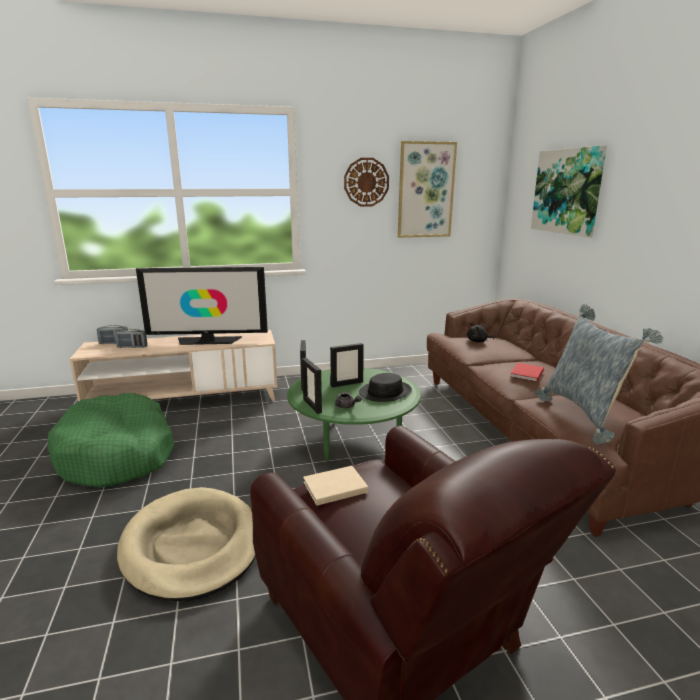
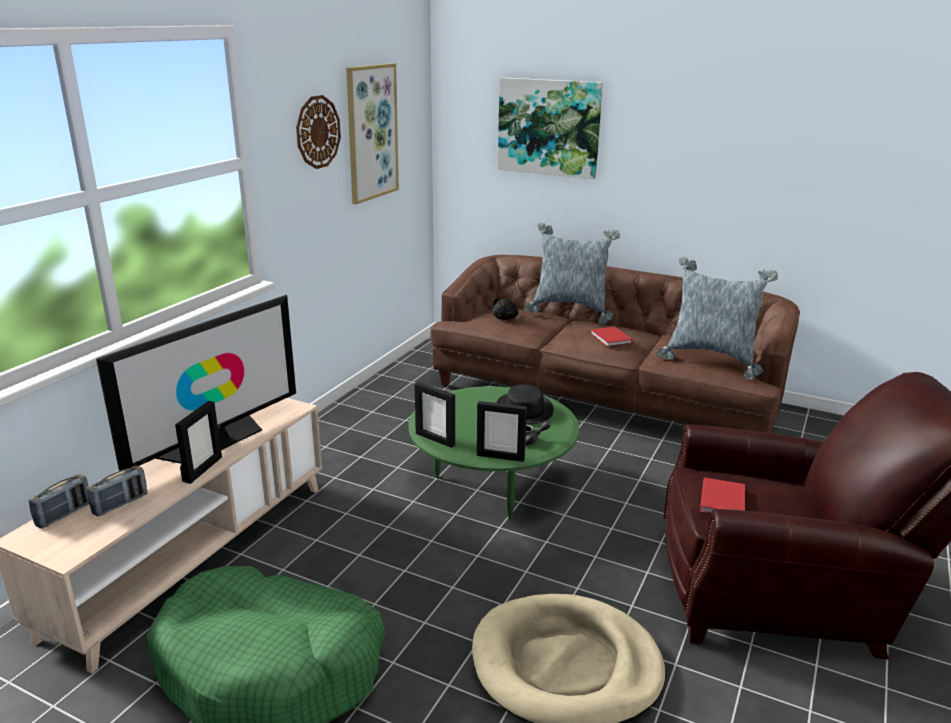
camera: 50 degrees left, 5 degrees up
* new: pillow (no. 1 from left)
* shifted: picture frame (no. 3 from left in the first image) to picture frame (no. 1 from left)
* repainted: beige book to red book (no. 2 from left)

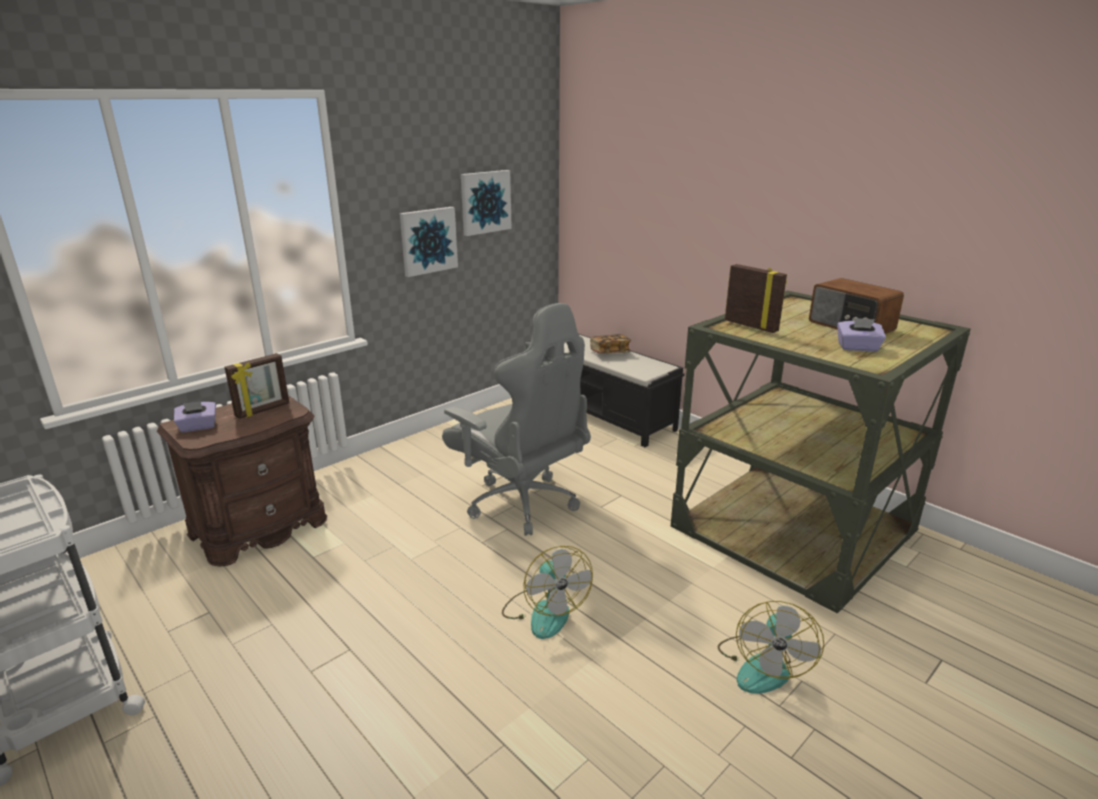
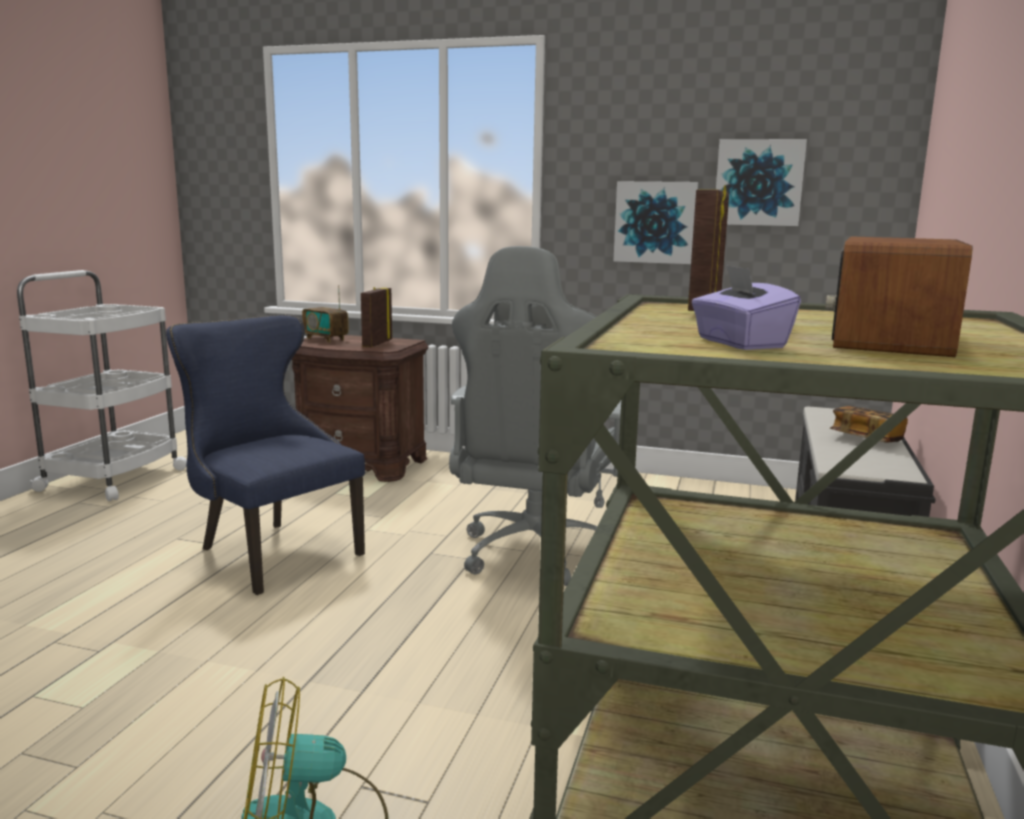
camera: 60 degrees right, 10 degrees down
* gone: fan (no. 1 from left)
* new: blue chair
* swapped: purple tissue box (no. 1 from left) to radio (no. 1 from left)
* rotated: picture frame (no. 1 from left) 90 degrees clockwise

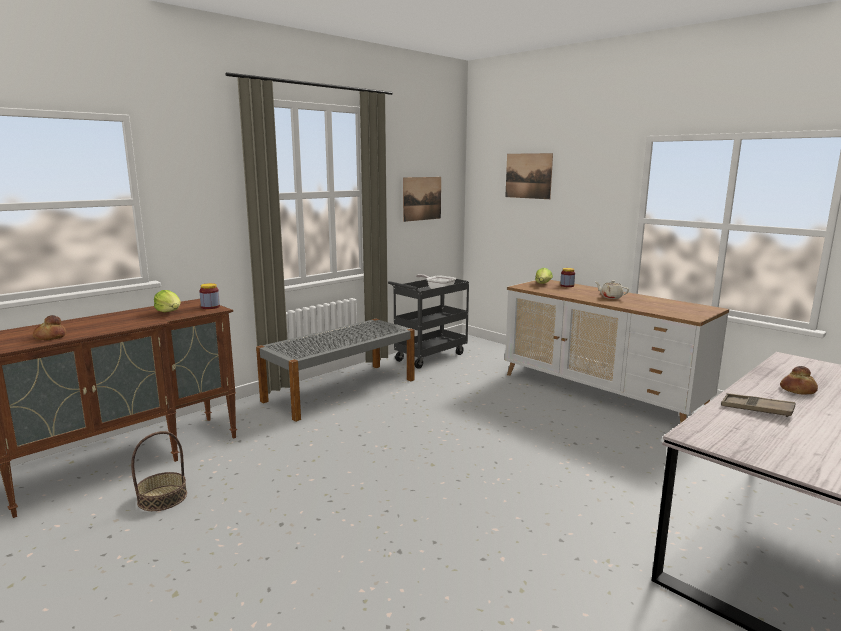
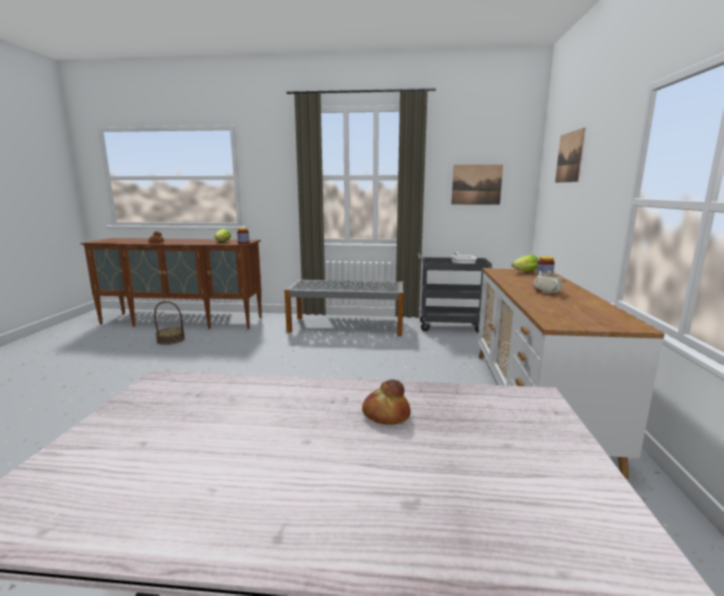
camera: 50 degrees right, 0 degrees up
* gone: brown tray

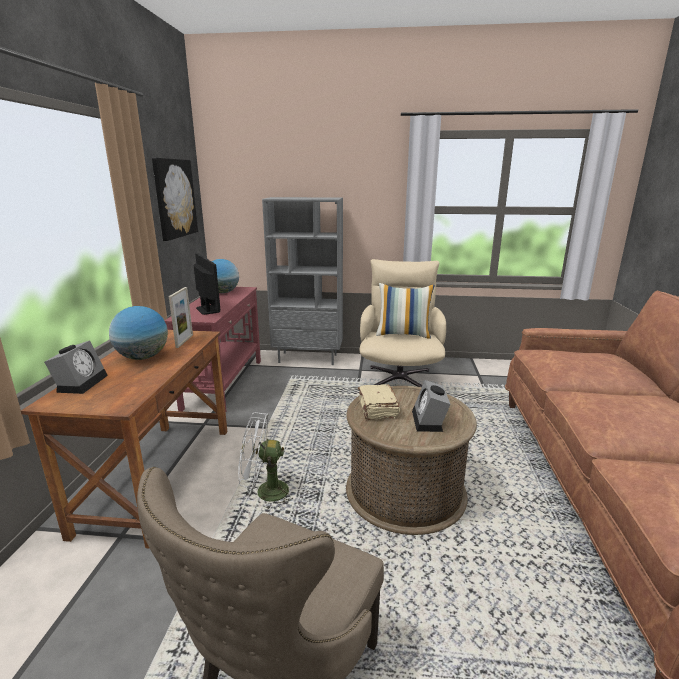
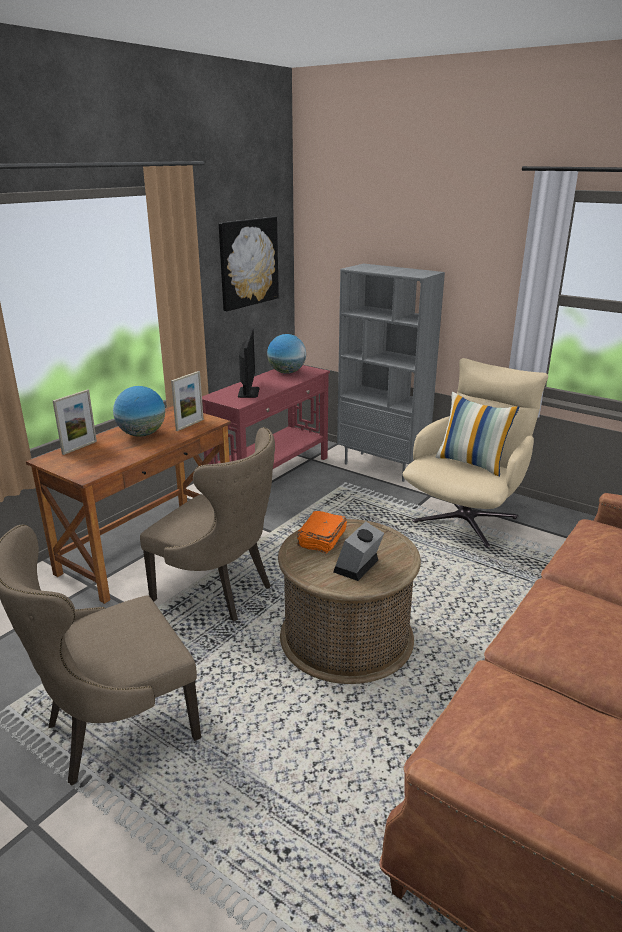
camera: 30 degrees right, 5 degrees up
* swapped: alarm clock (no. 1 from left) to picture frame (no. 1 from left)
* swapped: white fan to beige chair (no. 2 from left)
* repainted: beige book to orange book

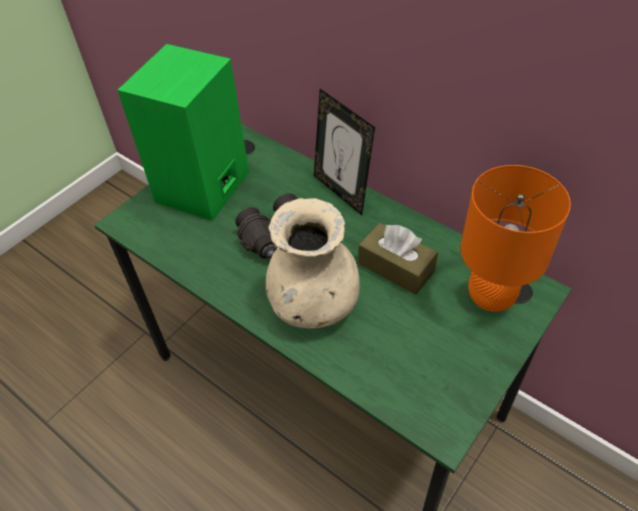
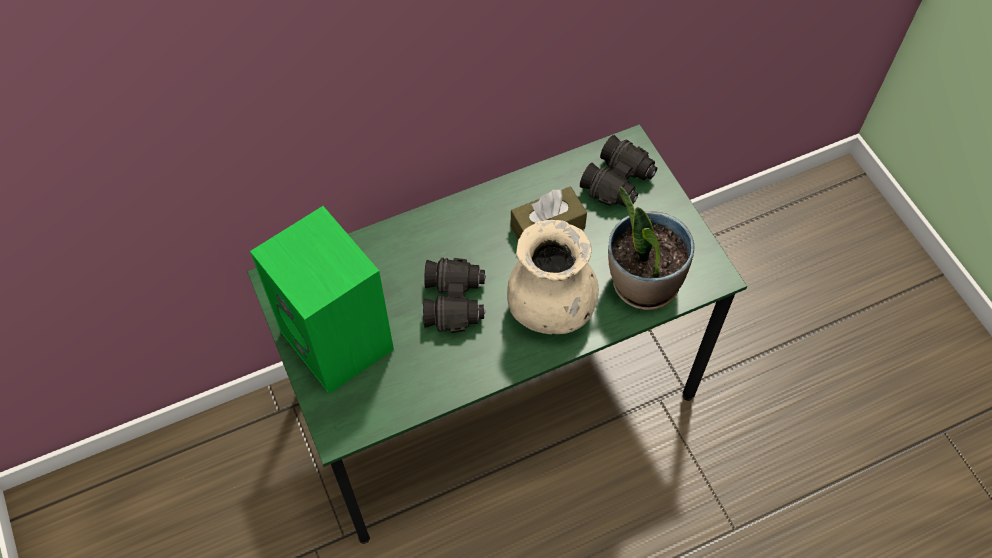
camera: 65 degrees left, 10 degrees up
* gone: picture frame
* new: potted plant
* swapped: orange table lamp to black binoculars (no. 2 from left)

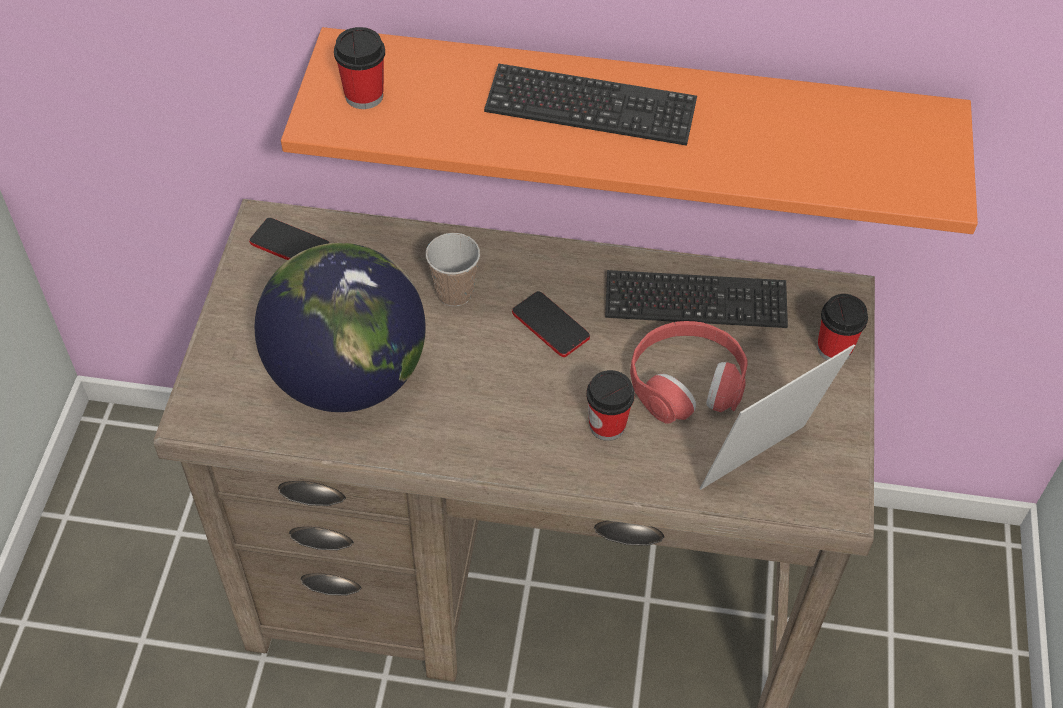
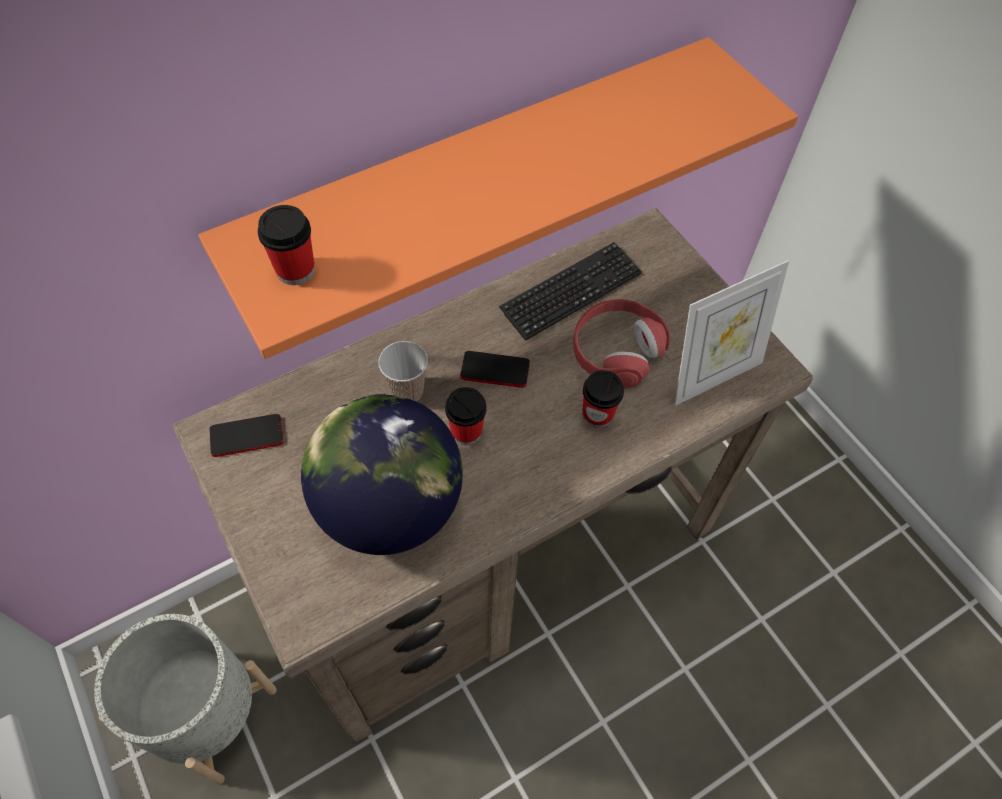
camera: 40 degrees left, 5 degrees up
* gone: keyboard (no. 1 from left)
* new: grey planter
* shifted: cup (no. 4 from left in the first image) to cup (no. 3 from left)
* rotated: picture frame 135 degrees counterclockwise

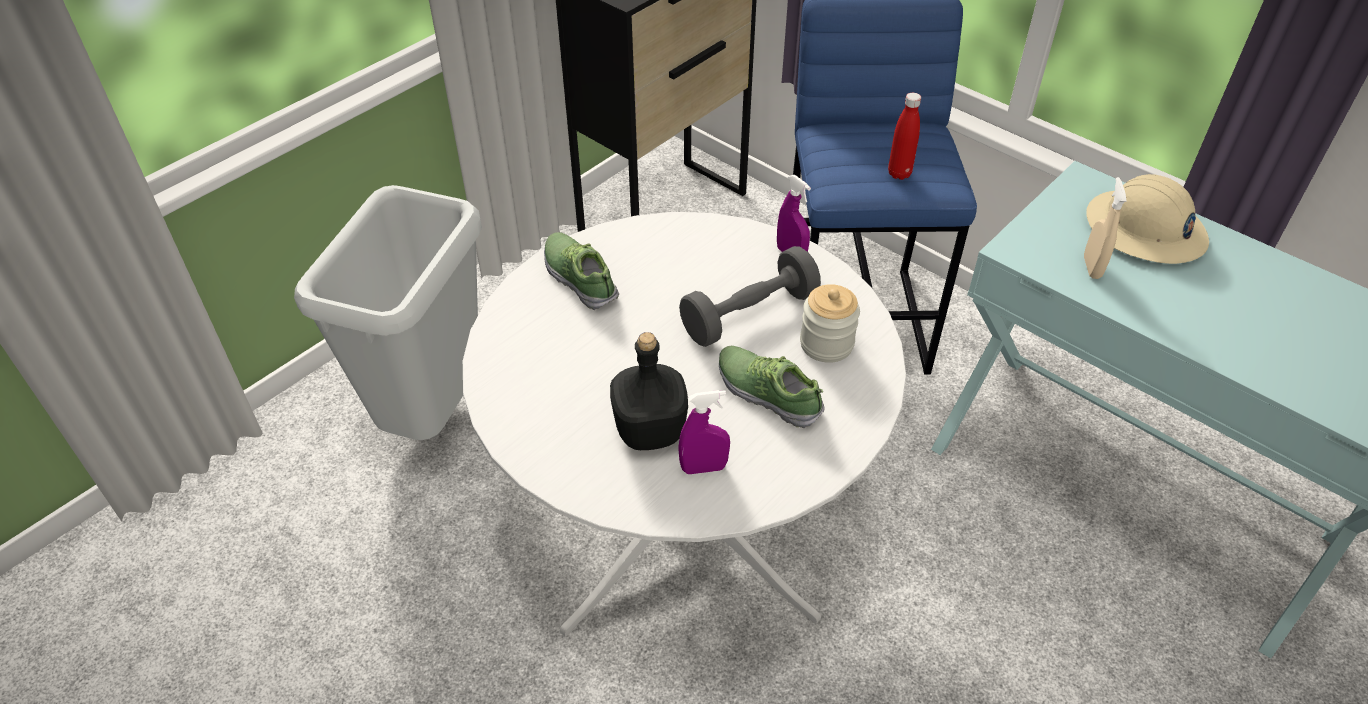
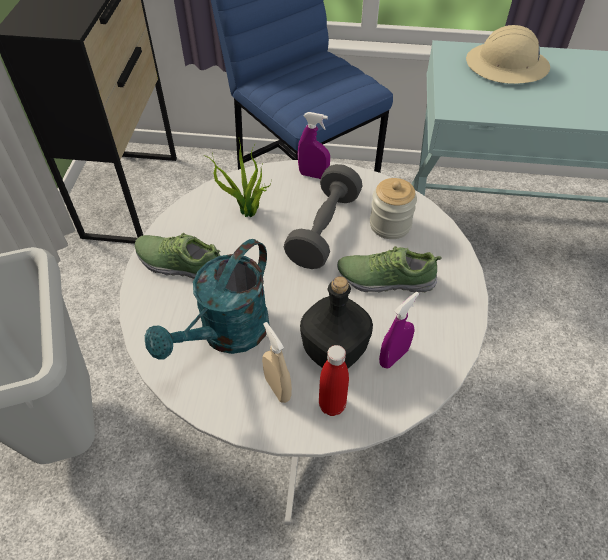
camera: 35 degrees left, 5 degrees up
* new: turquoise watering can
* new: potted plant
* shifted: red bottle
* shifted: beige spray bottle

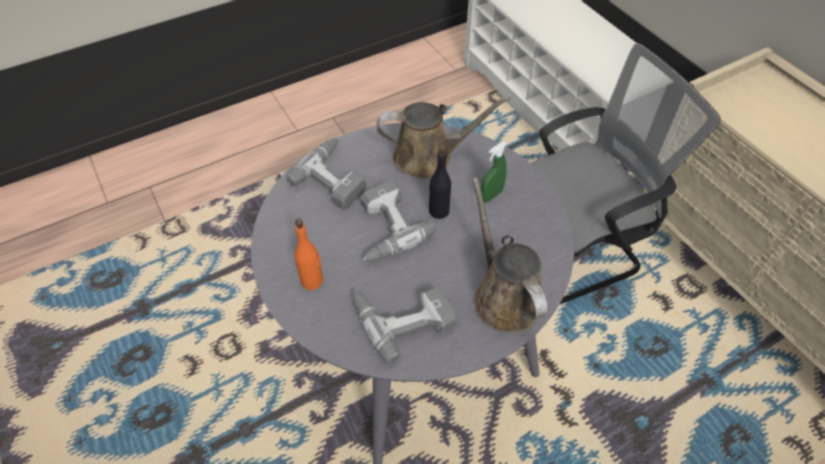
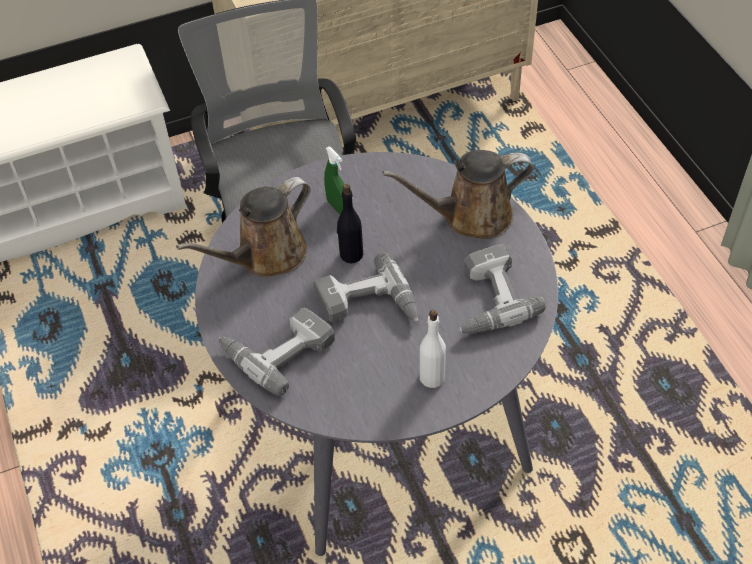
camera: 80 degrees left, 0 degrees up
* repainted: orange bottle to white bottle
* rotated: brown watering can (no. 1 from left) 135 degrees counterclockwise

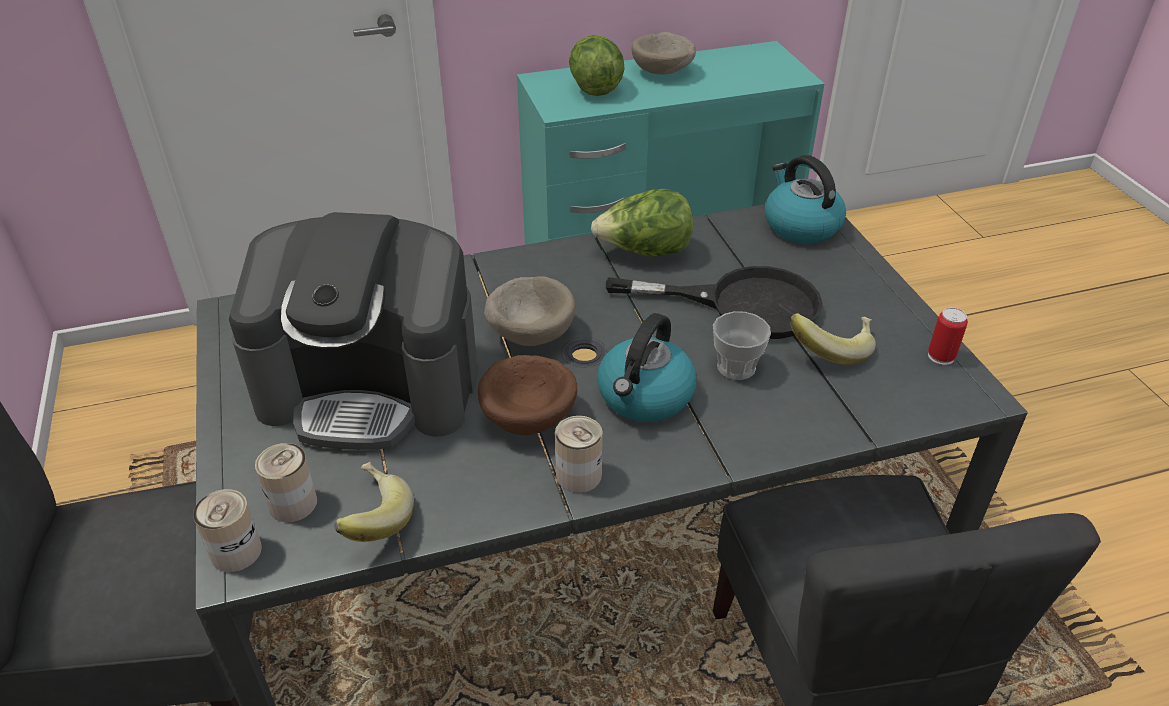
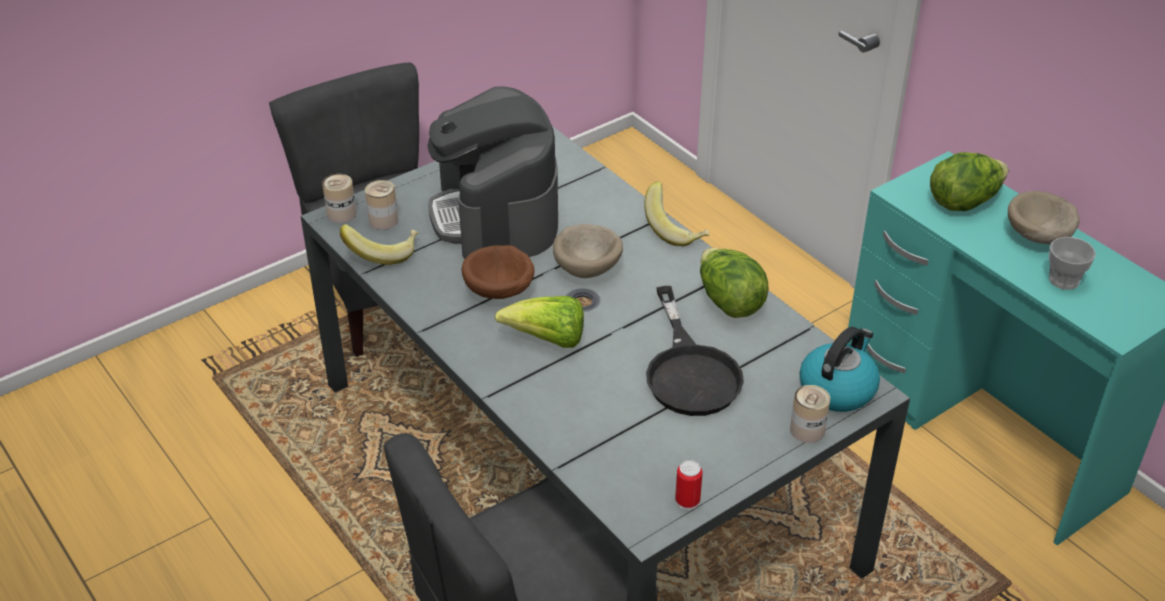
camera: 70 degrees right, 0 degrees up
* shifted: can (no. 3 from left in the first image) to can (no. 4 from left)
* shifted: cup
* shifted: banana (no. 2 from left)
* swapped: kettle (no. 1 from left) to lettuce (no. 1 from left)

